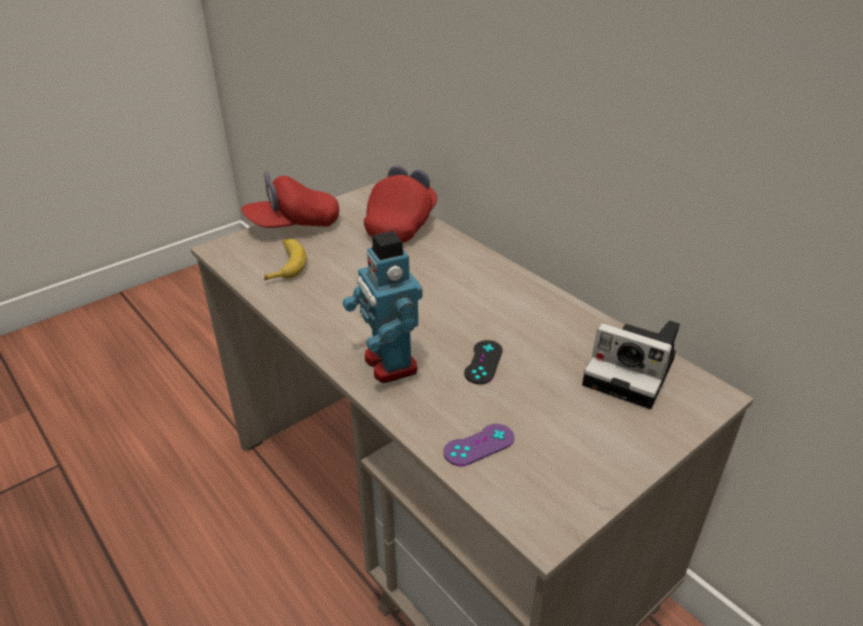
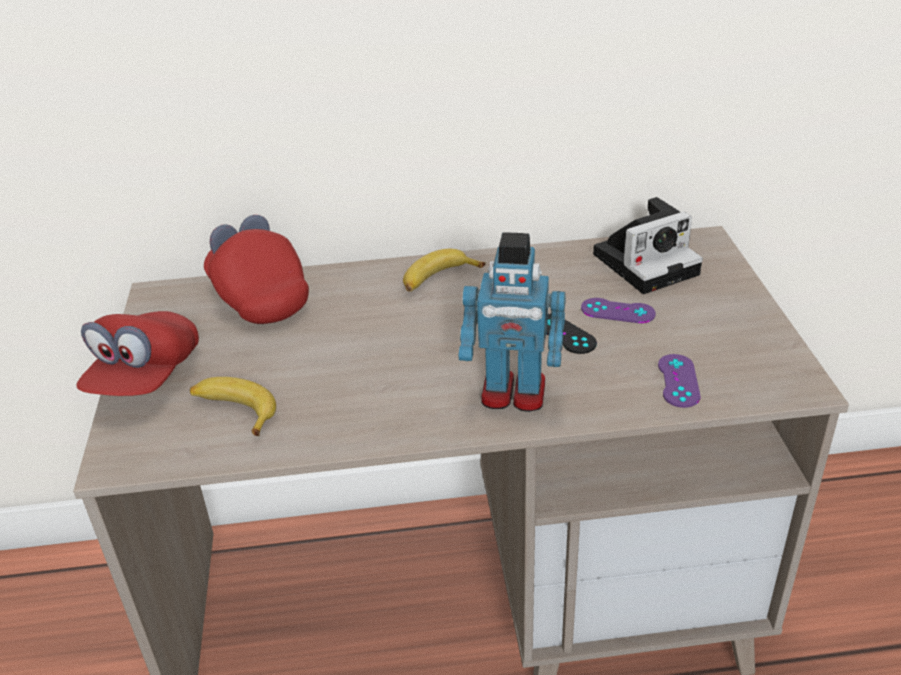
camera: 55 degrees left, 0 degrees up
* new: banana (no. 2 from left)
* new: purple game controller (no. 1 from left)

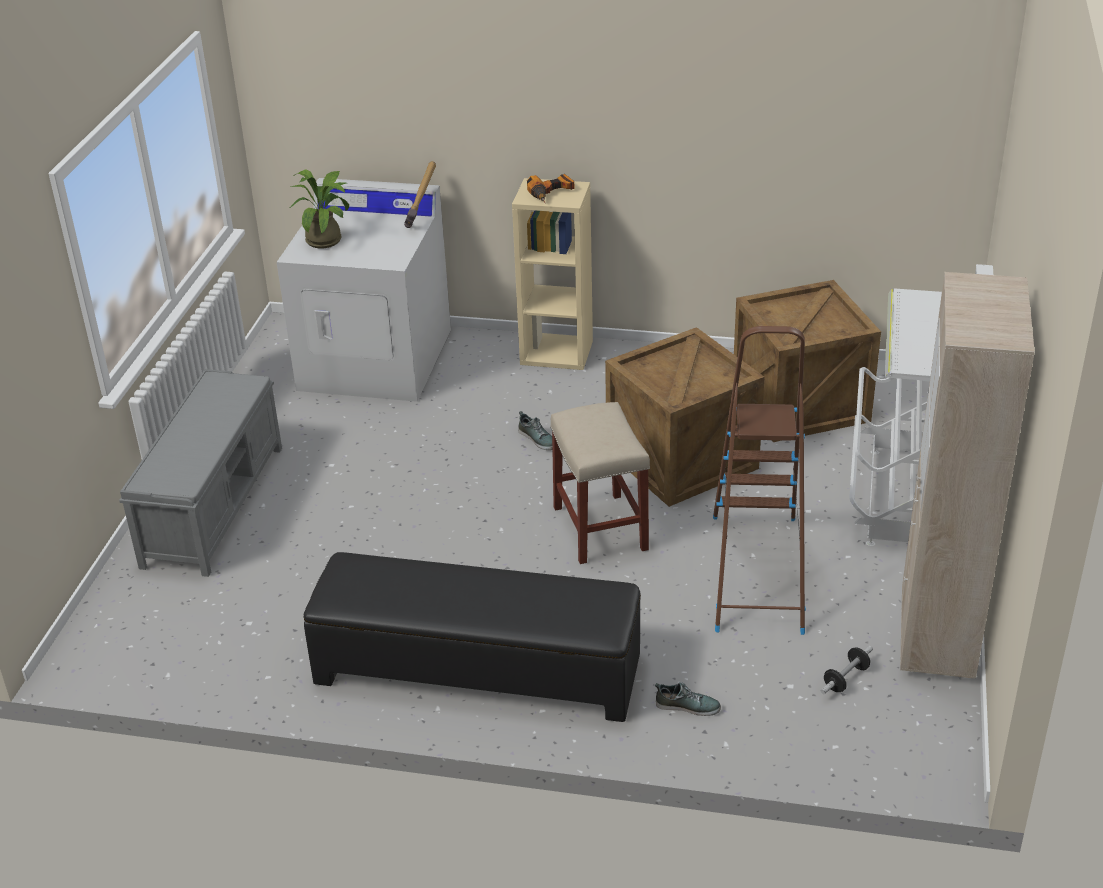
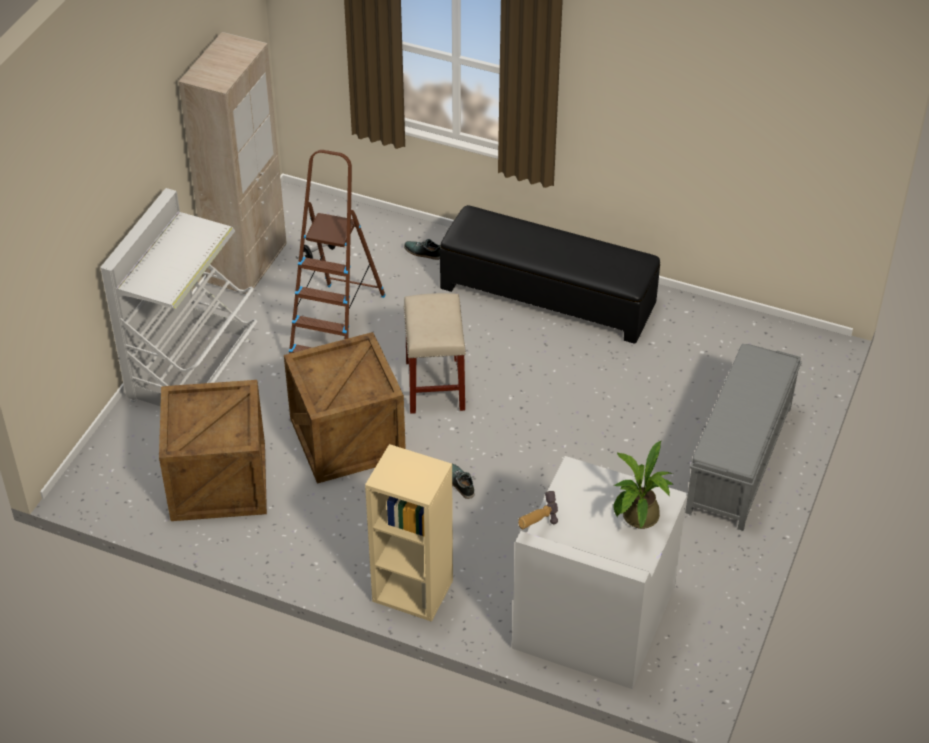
camera: 170 degrees left, 10 degrees up
* gone: power drill

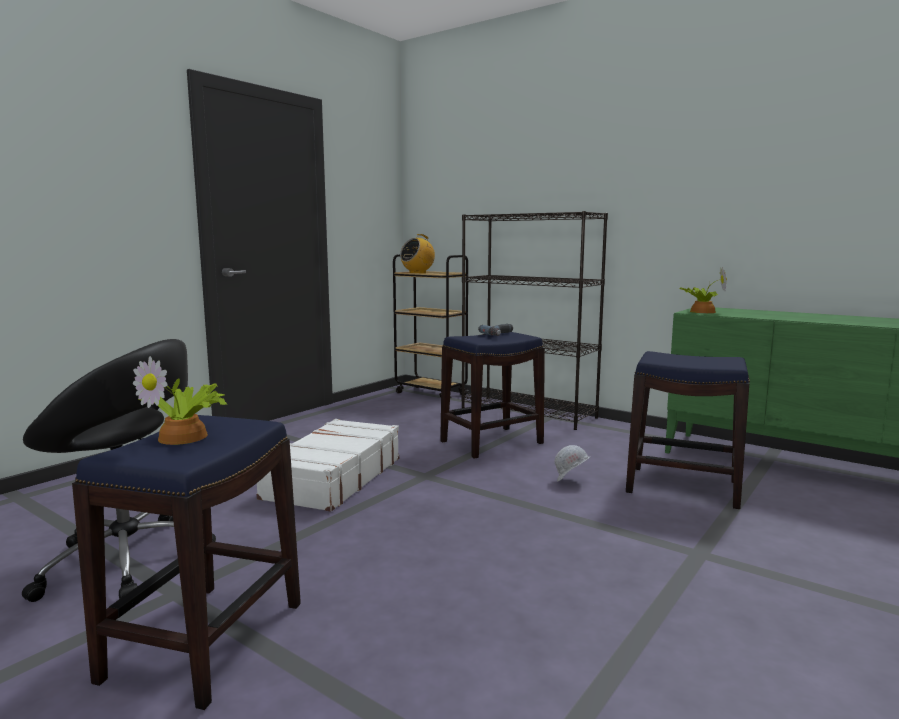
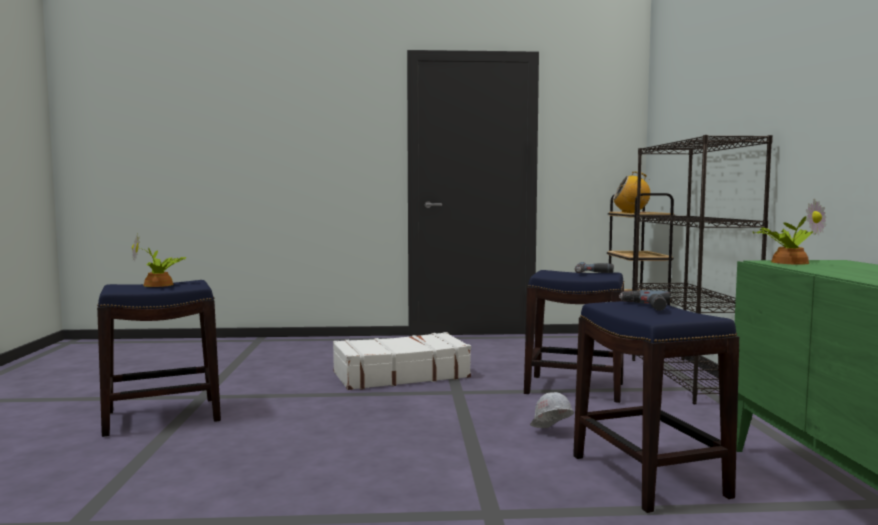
camera: 50 degrees right, 5 degrees down
* gone: black office chair
* new: power drill (no. 2 from left)

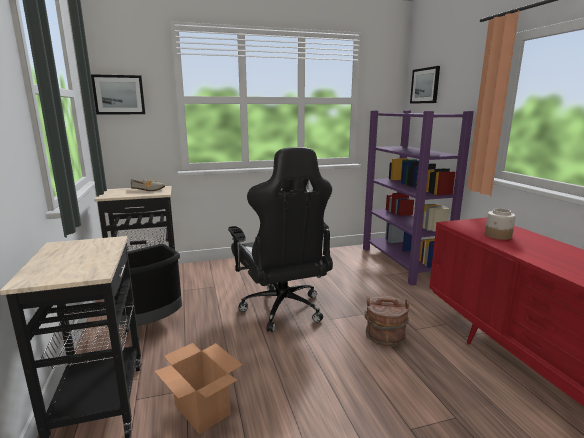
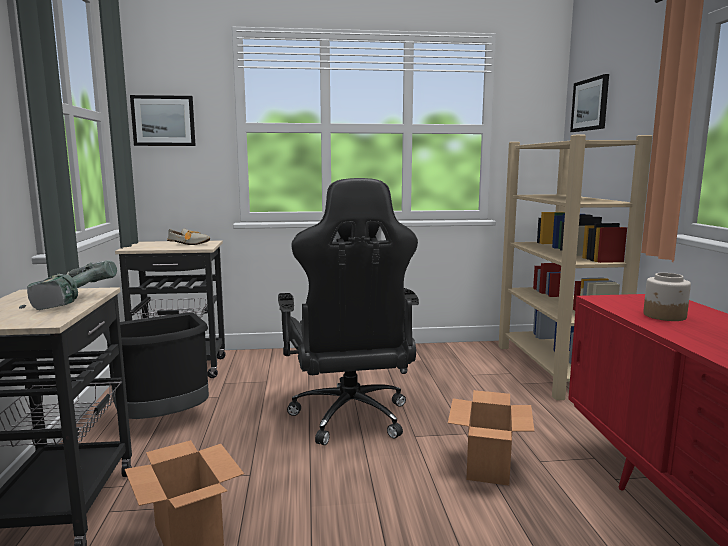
camera: 10 degrees right, 5 degrees down
* new: power drill
* swapped: brown bucket to cardboard box (no. 2 from left)
* repainted: purple bookcase to beige bookcase

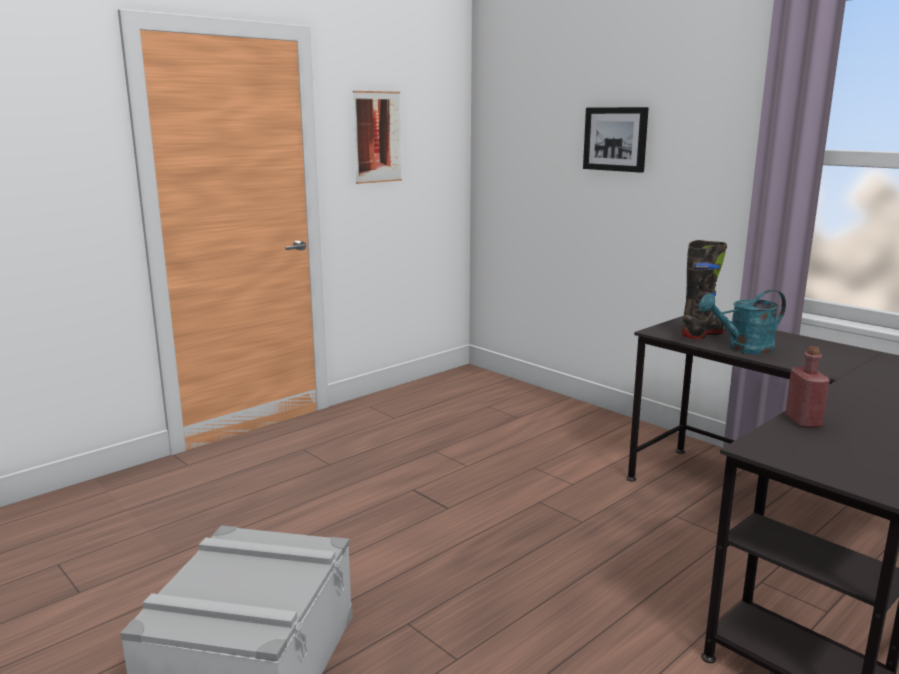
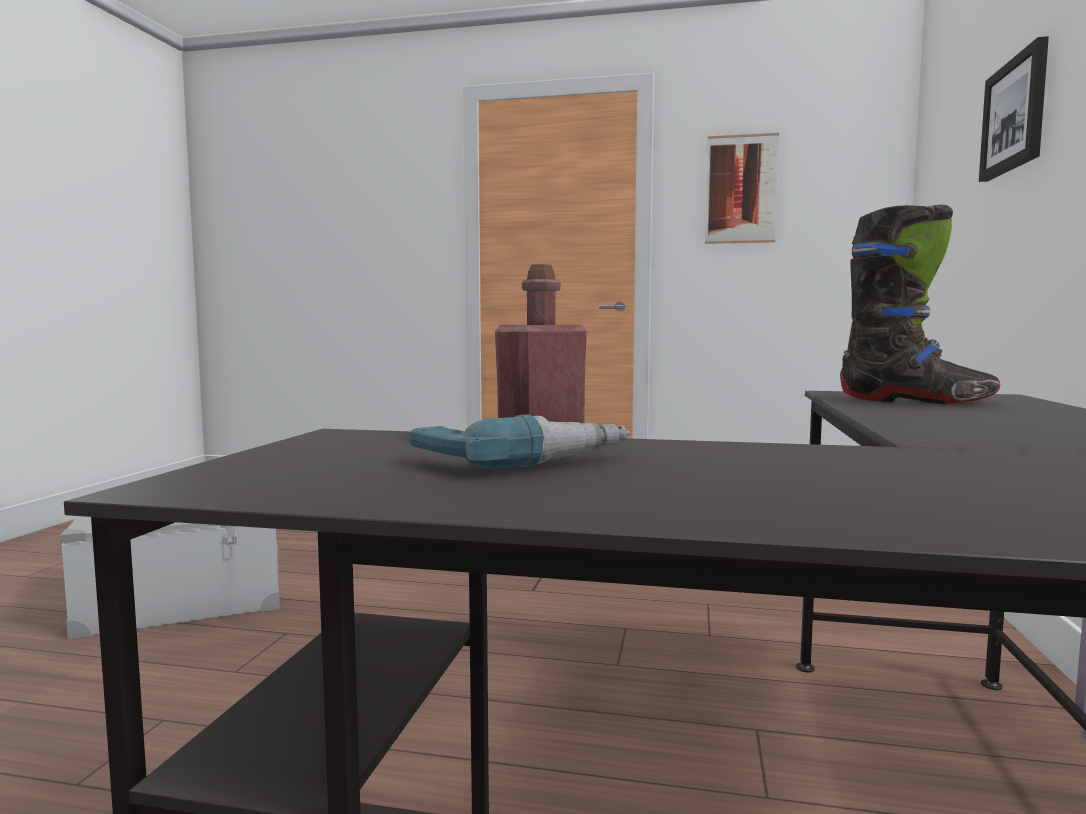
camera: 55 degrees right, 10 degrees down
* gone: turquoise watering can
* new: power drill

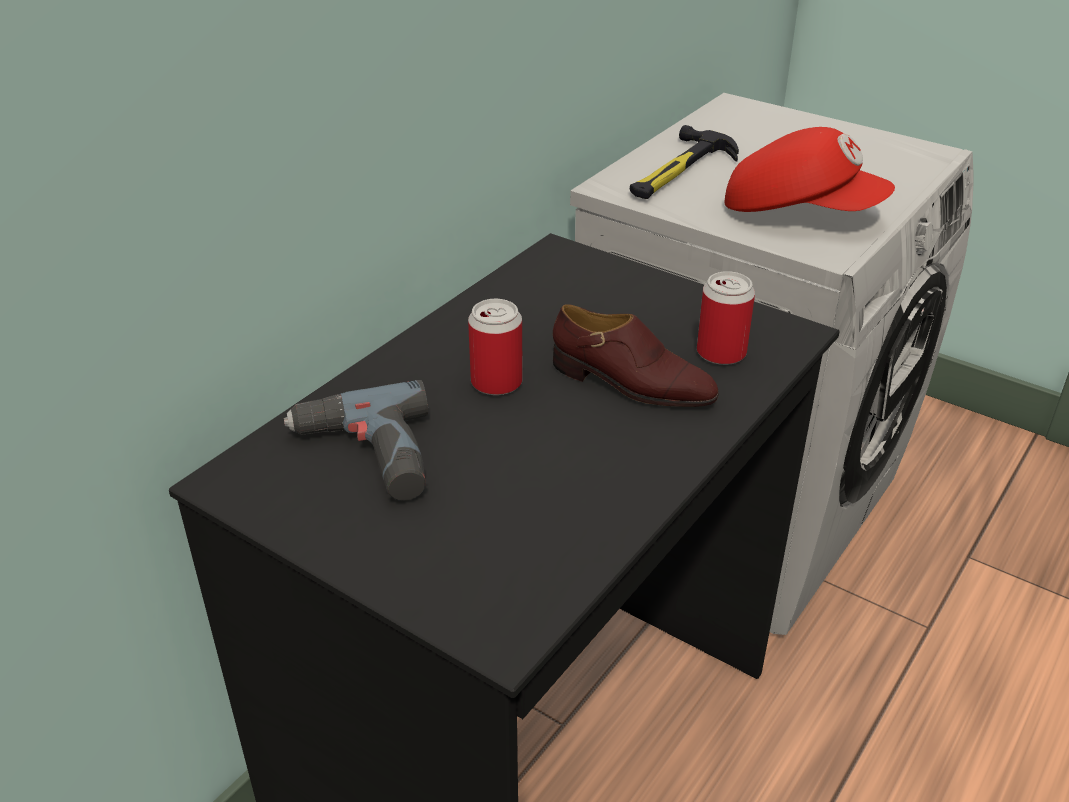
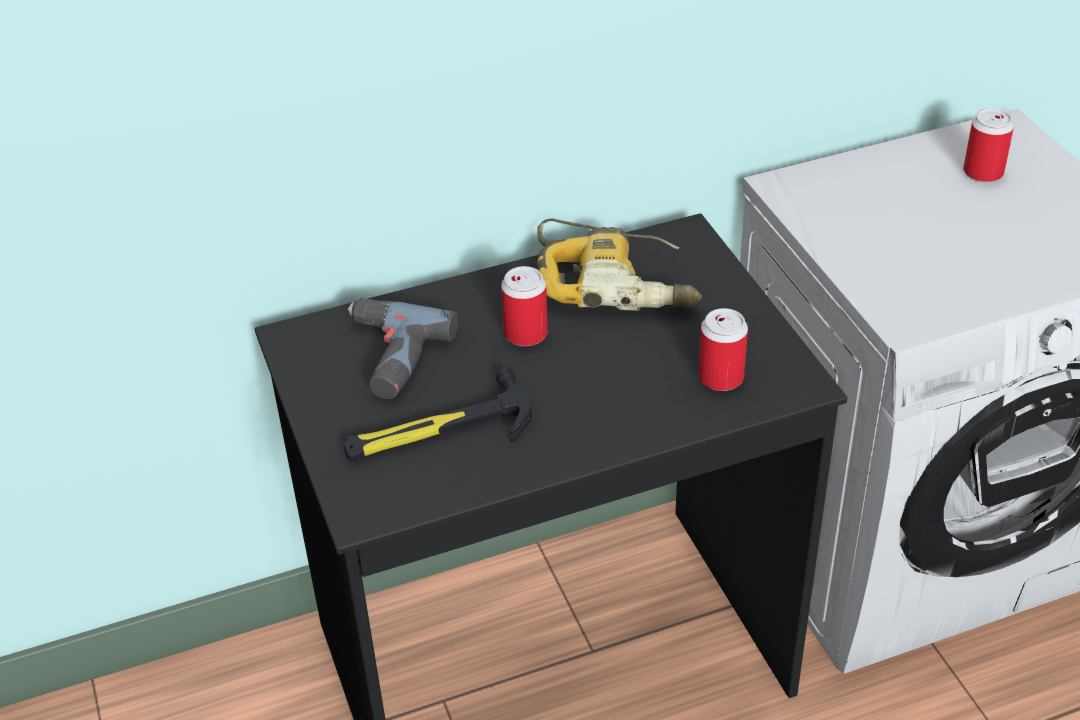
camera: 35 degrees right, 5 degrees up
* gone: brown shoe
* gone: red cap
* new: power drill (no. 2 from left)
* new: can (no. 3 from left)
* shifted: hammer

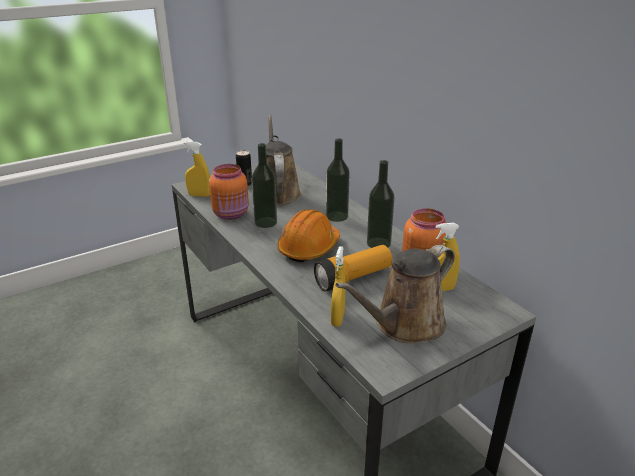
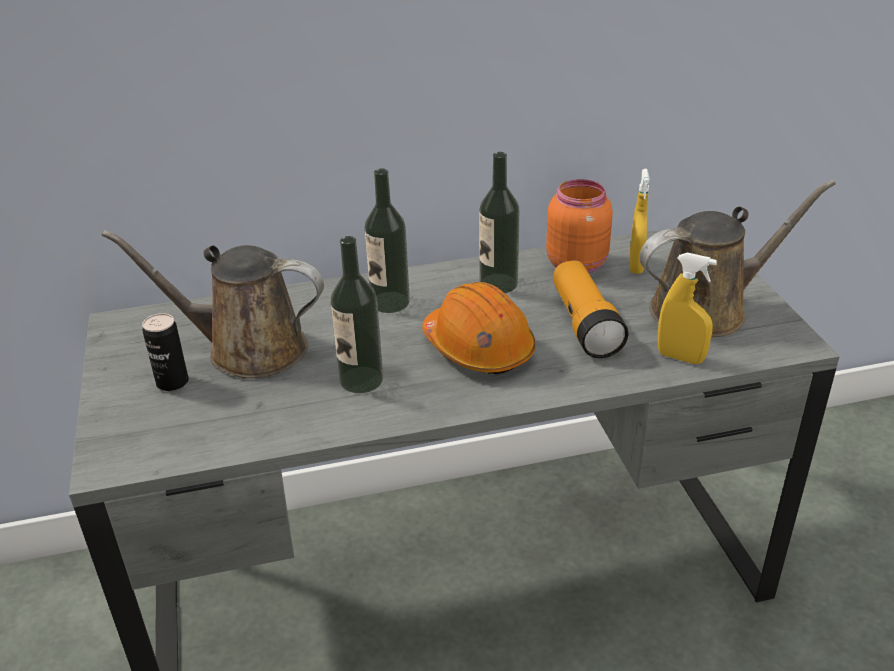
camera: 70 degrees left, 5 degrees up
* gone: yellow spray bottle (no. 1 from left)
* gone: orange jar (no. 1 from left)
* rotated: brown watering can (no. 2 from left) 90 degrees counterclockwise

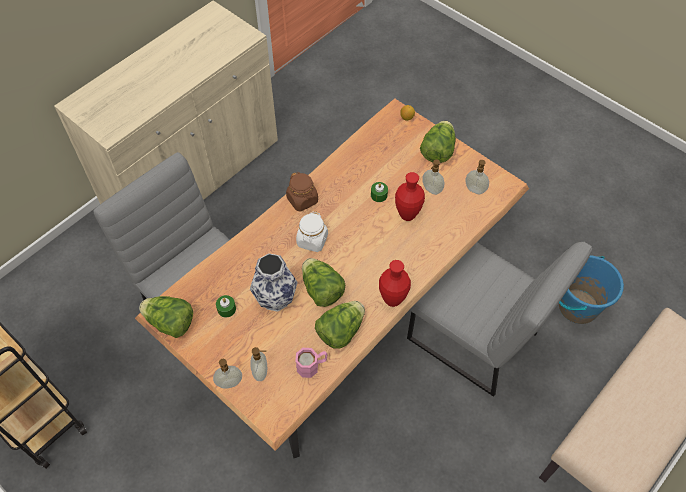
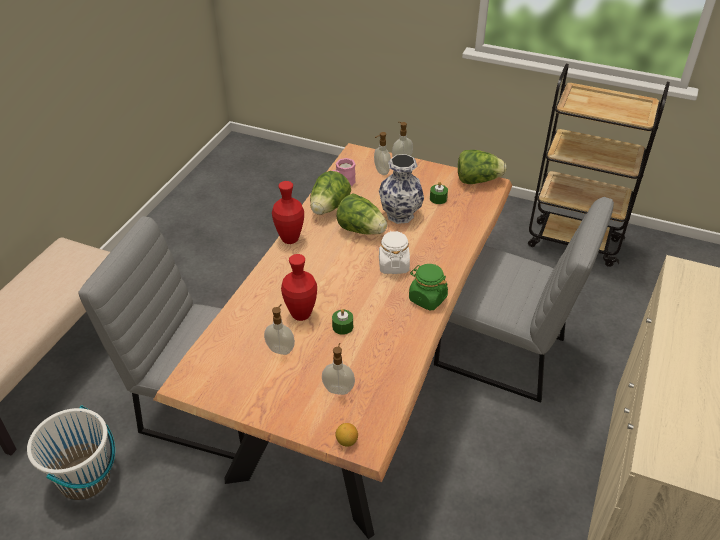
camera: 160 degrees right, 15 degrees down
* gone: lettuce (no. 4 from left)
* shifted: soap dispenser (no. 4 from left in the first image) to soap dispenser (no. 2 from left)
* repainted: brown jar to green jar
* repainted: blue bucket to white bucket

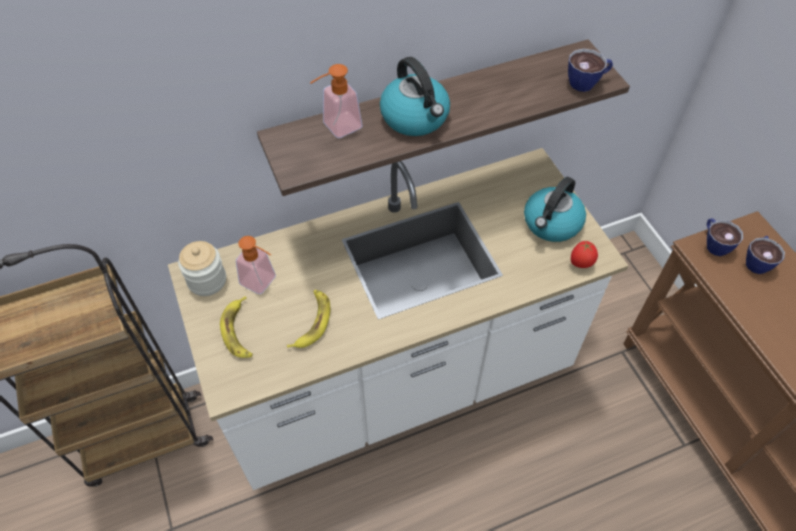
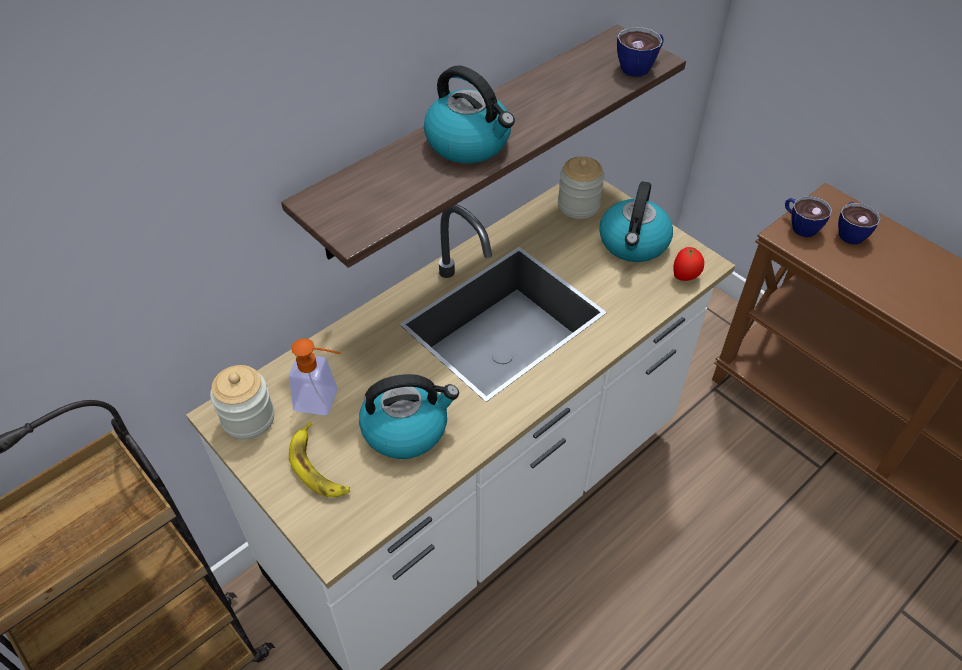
camera: 20 degrees left, 5 degrees down
* gone: soap dispenser (no. 2 from left)
* new: jar (no. 2 from left)
* swapped: banana (no. 2 from left) to kettle (no. 1 from left)

